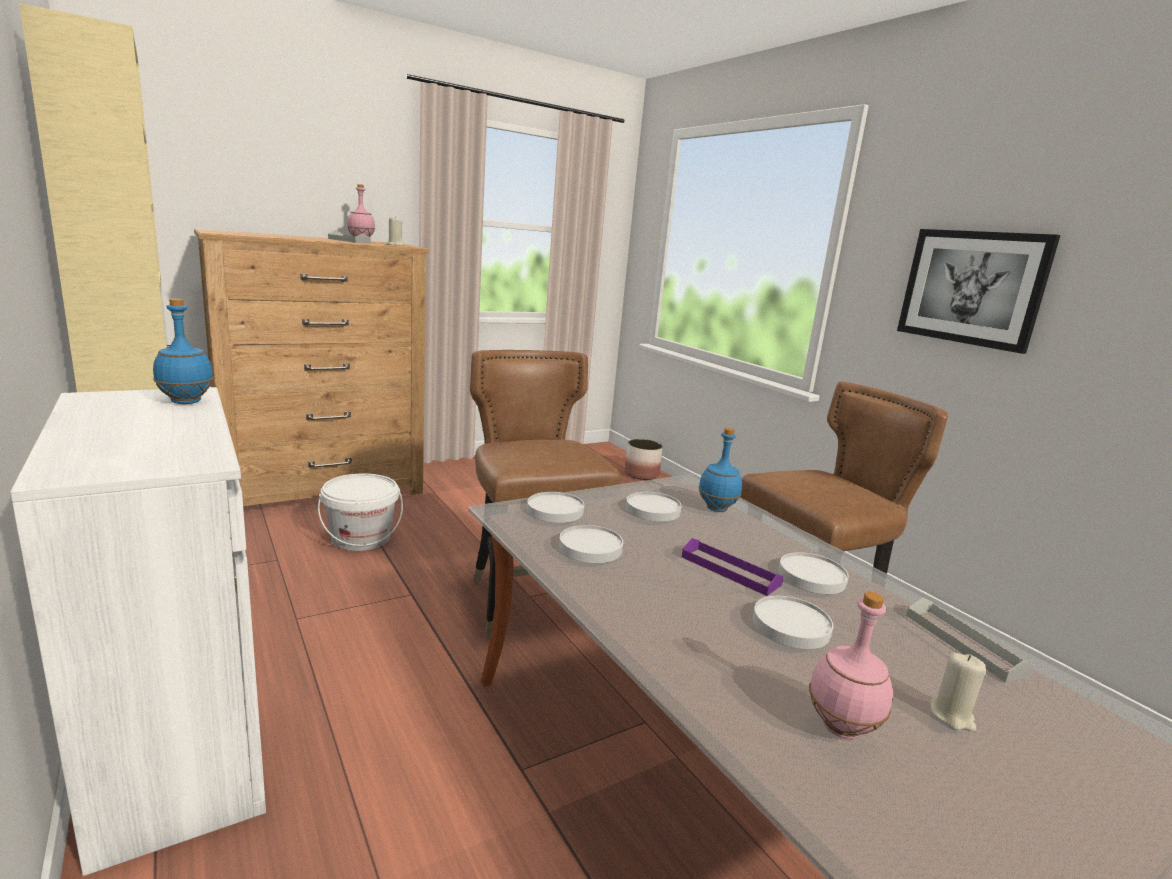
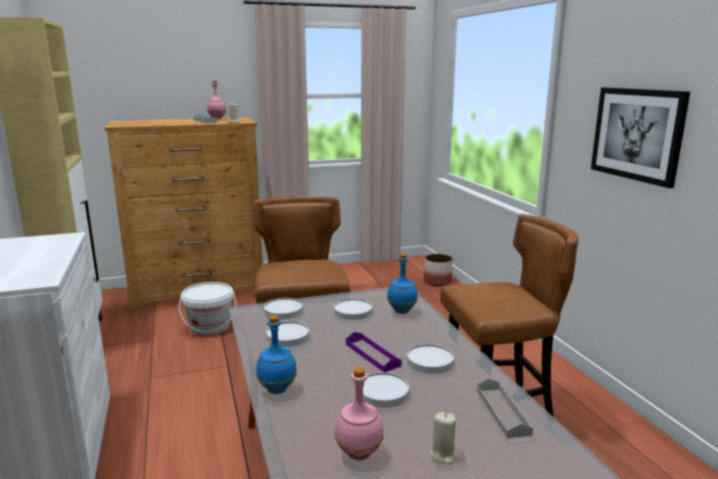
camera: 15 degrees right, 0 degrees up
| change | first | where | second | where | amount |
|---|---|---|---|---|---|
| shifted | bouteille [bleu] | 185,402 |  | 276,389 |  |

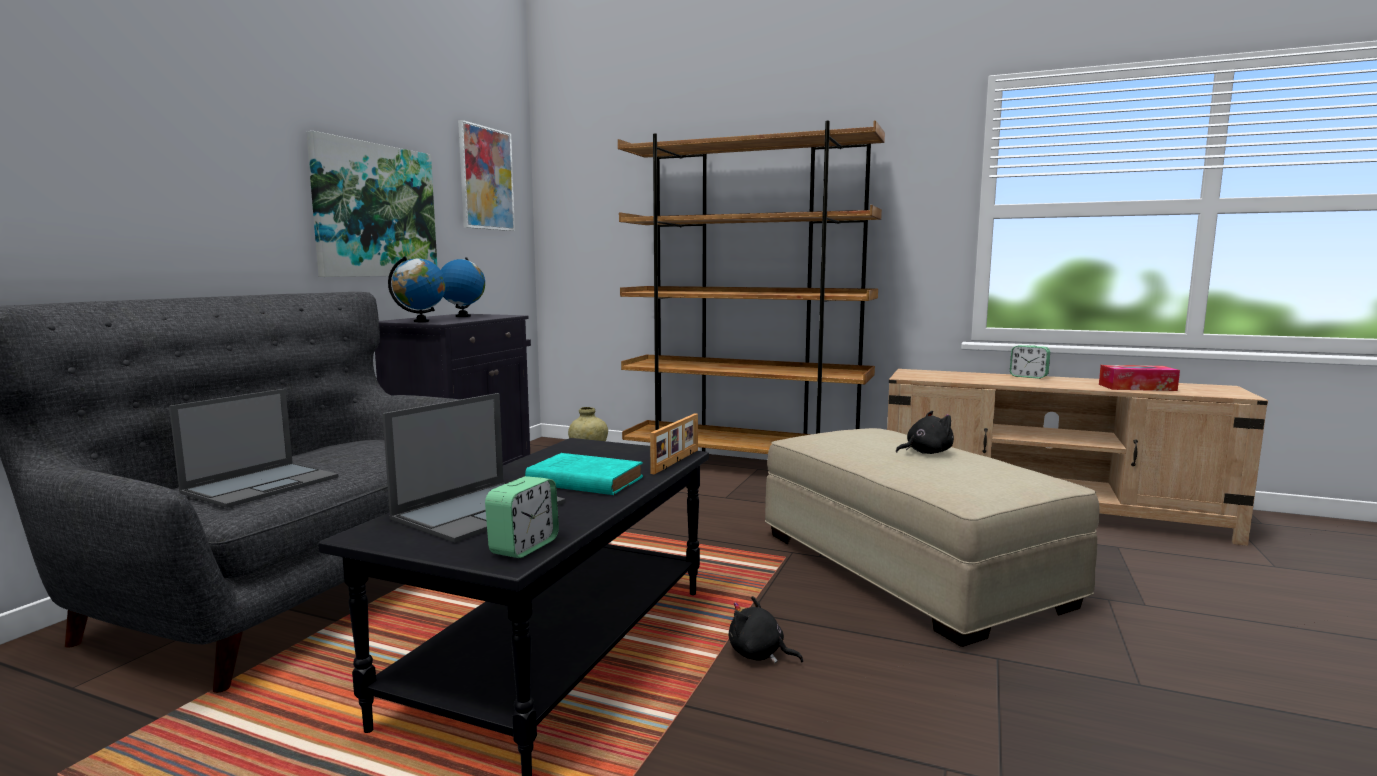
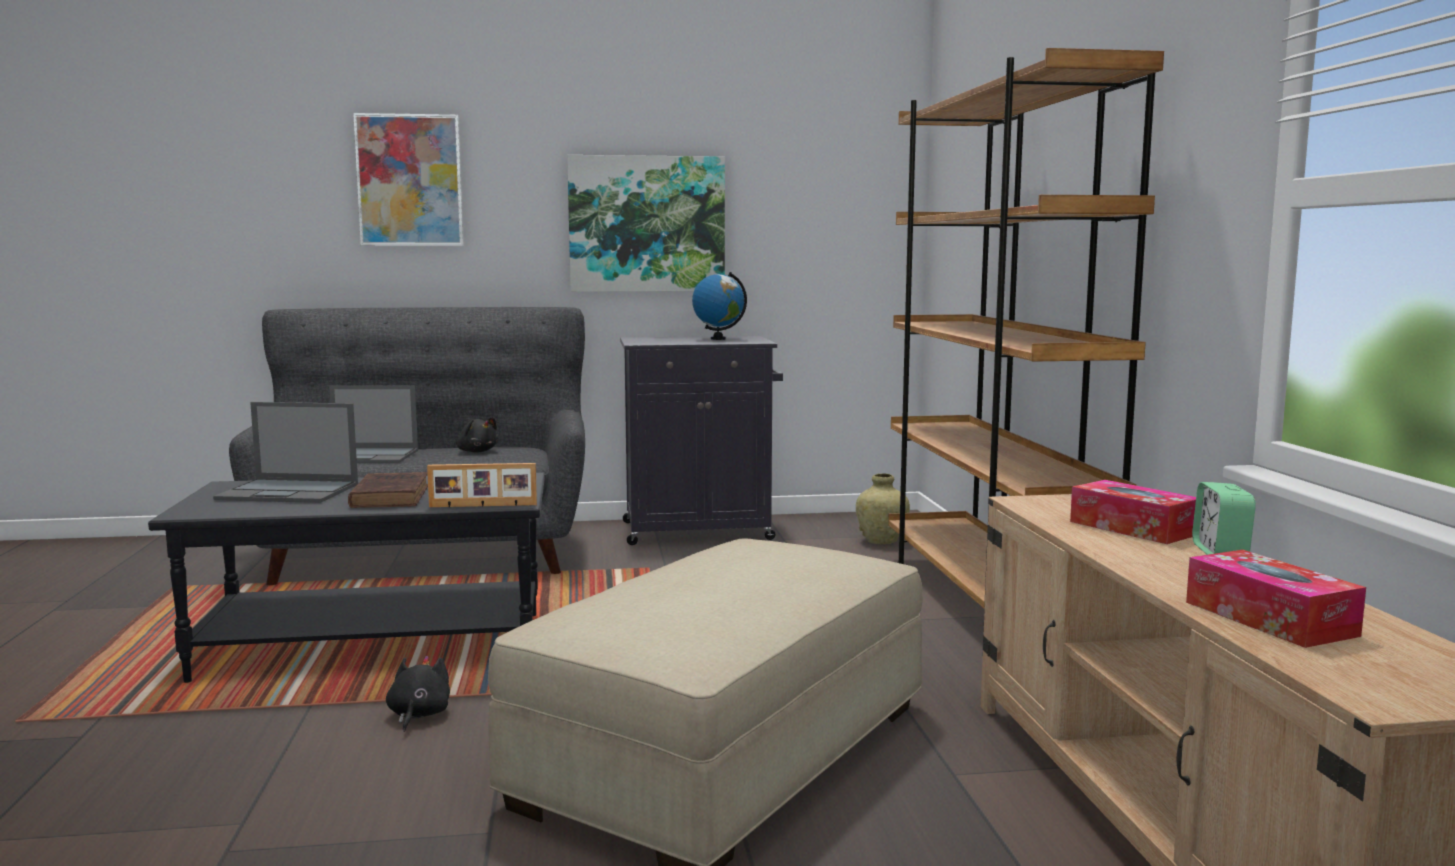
camera: 60 degrees right, 0 degrees up
| change | first | where | second | where | amount |
|---|---|---|---|---|---|
| repainted | livre [turquoise] | 582,480 | livre [marron] | 390,496 |  |
| shifted | tableau | 486,178 |  | 409,180 |  |
| shifted | peluche [noir] | 926,452 |  | 477,451 |  |
| new |  |  | boîte à mouchoirs | 1133,528 |  |
| gone | globe | 421,321 |  |  |  |
| gone | réveil | 524,547 |  |  |  |

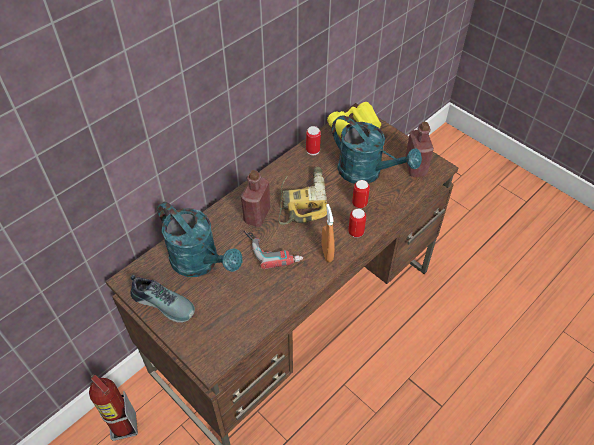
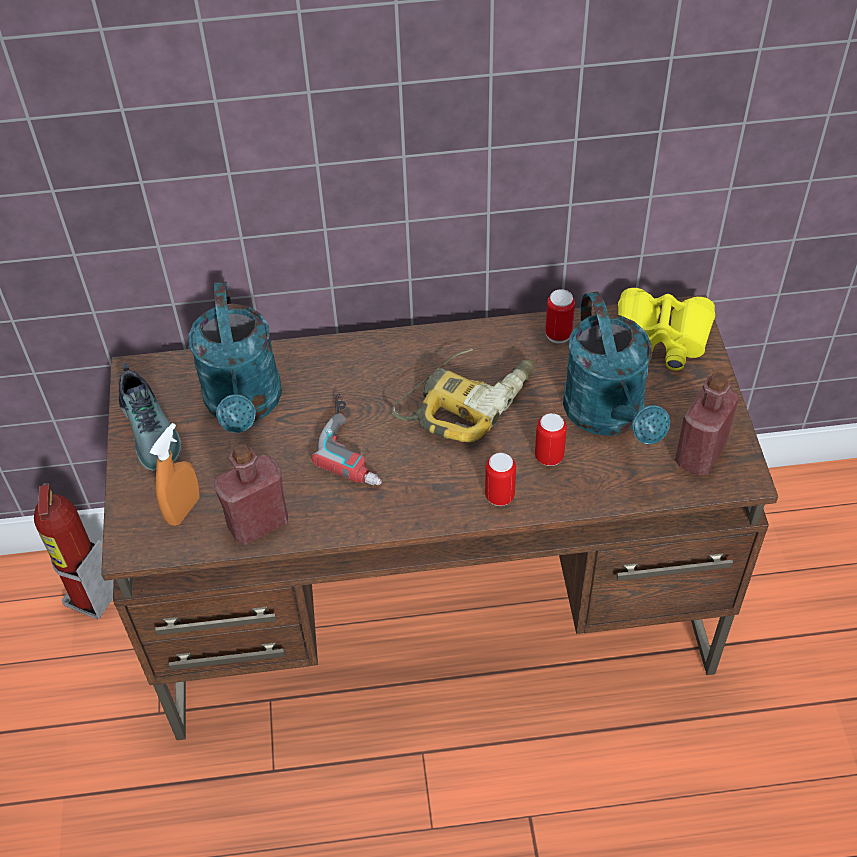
camera: 40 degrees right, 0 degrees up
| change | first | where | second | where | amount |
|---|---|---|---|---|---|
| shifted | vaporisateur [orange] | 327,253 |  | 183,509 |  |
| shifted | bouteille [rouge] | 257,215 |  | 258,523 |  |

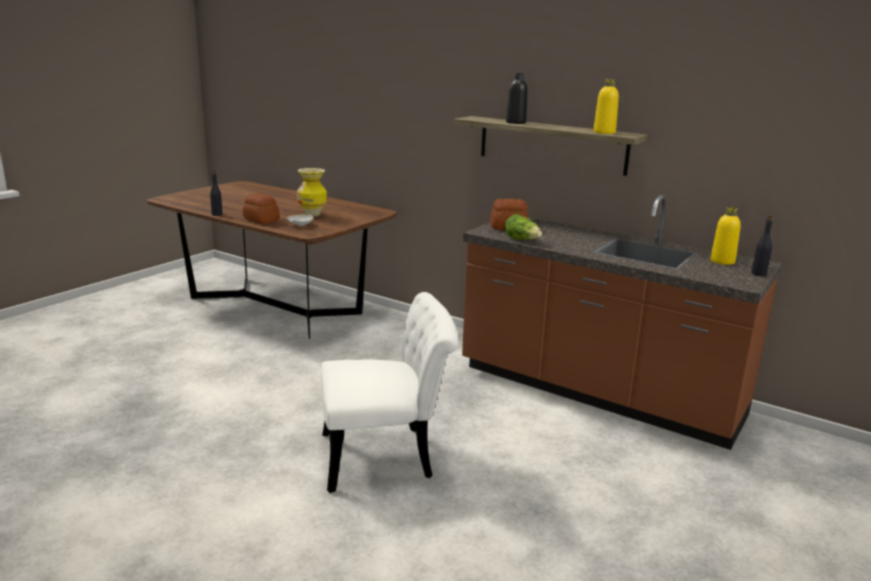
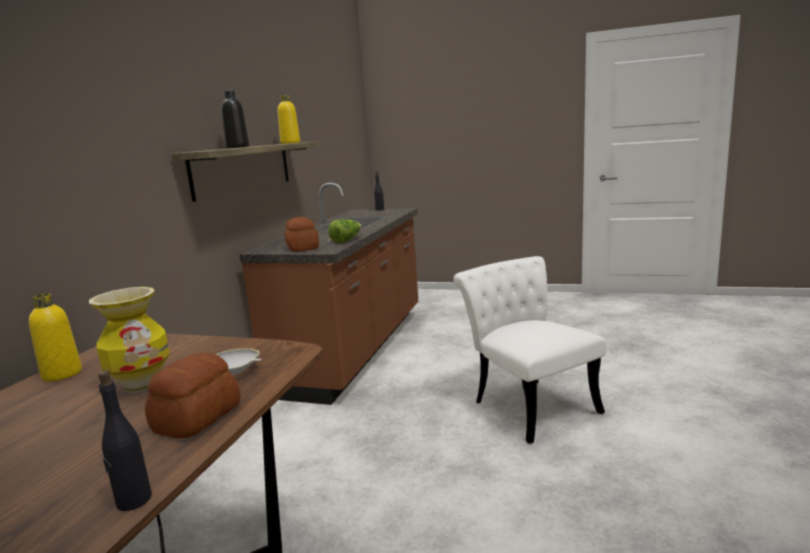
camera: 105 degrees left, 5 degrees down
| change | first | where | second | where | amount |
|---|---|---|---|---|---|
| shifted | bouteille [jaune] | 722,261 |  | 62,374 |  |

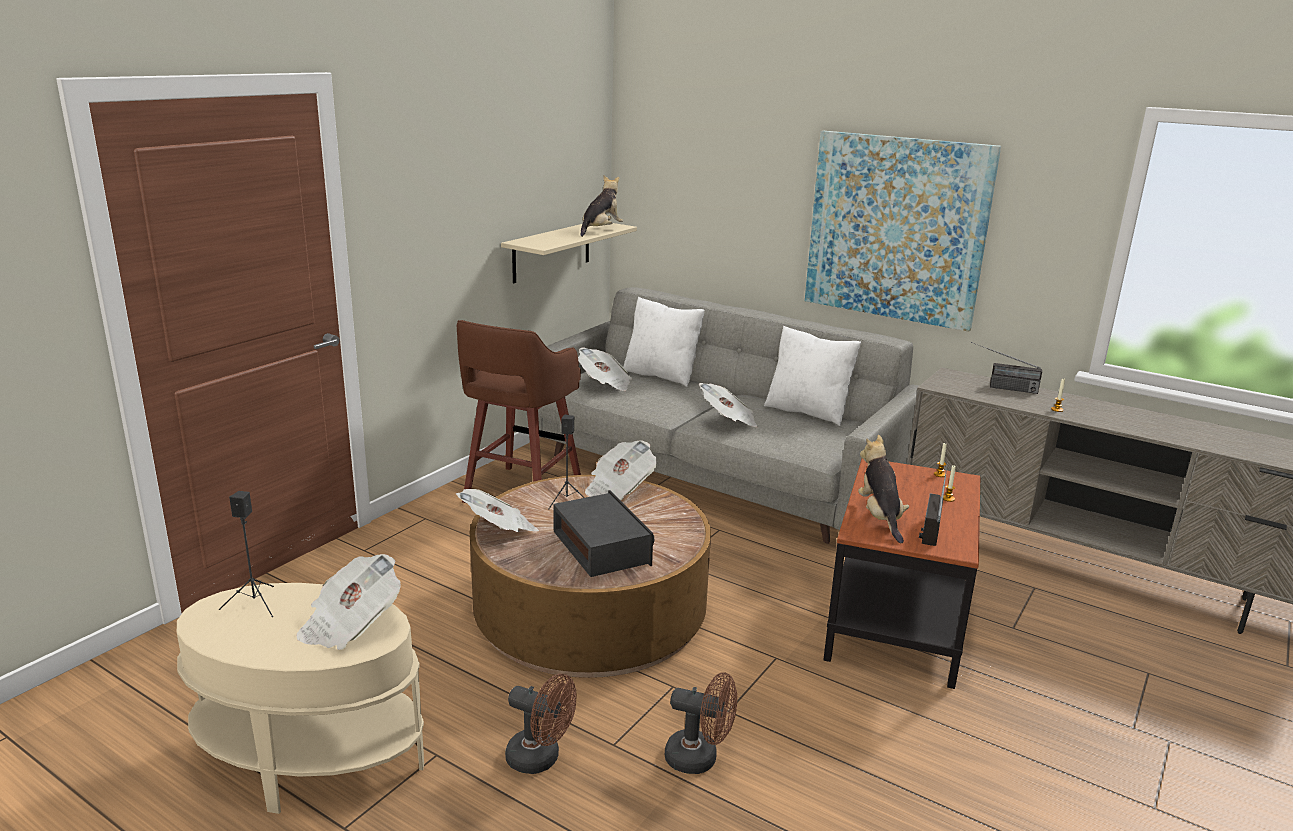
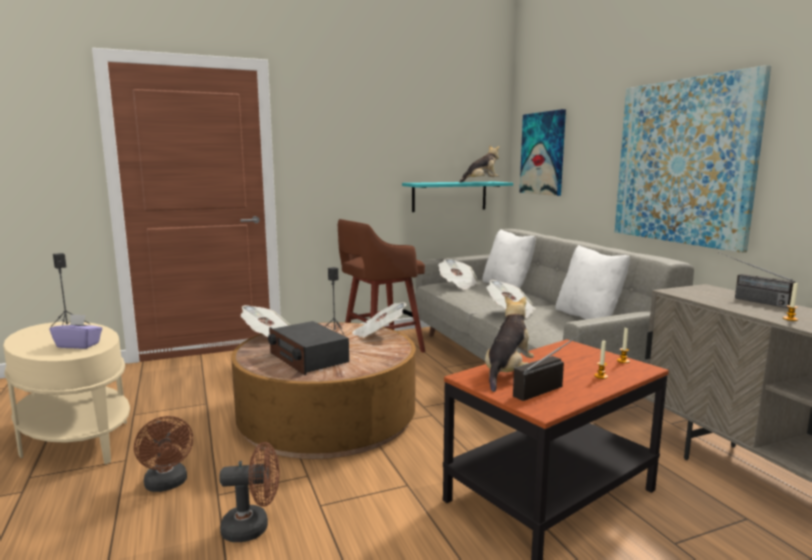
camera: 35 degrees right, 10 degrees down
| change | first | where | second | where | amount |
|---|---|---|---|---|---|
| swapped | journal | 350,625 | boîte à mouchoirs [violet] | 78,345 |  |
| rotated | ventilateur [marron] | 700,758 |  | 253,527 | 60 degrees counterclockwise |
| rotated | radio | 602,548 |  | 308,358 | 135 degrees clockwise |
| repainted | étagère [beige] | 551,251 | étagère [turquoise] | 449,196 |  |
| new |  |  | tableau | 543,153 |  |

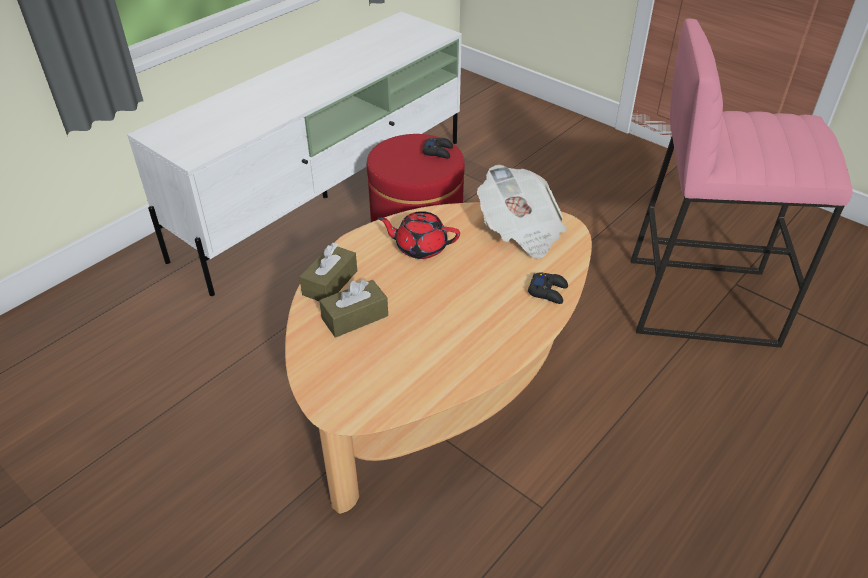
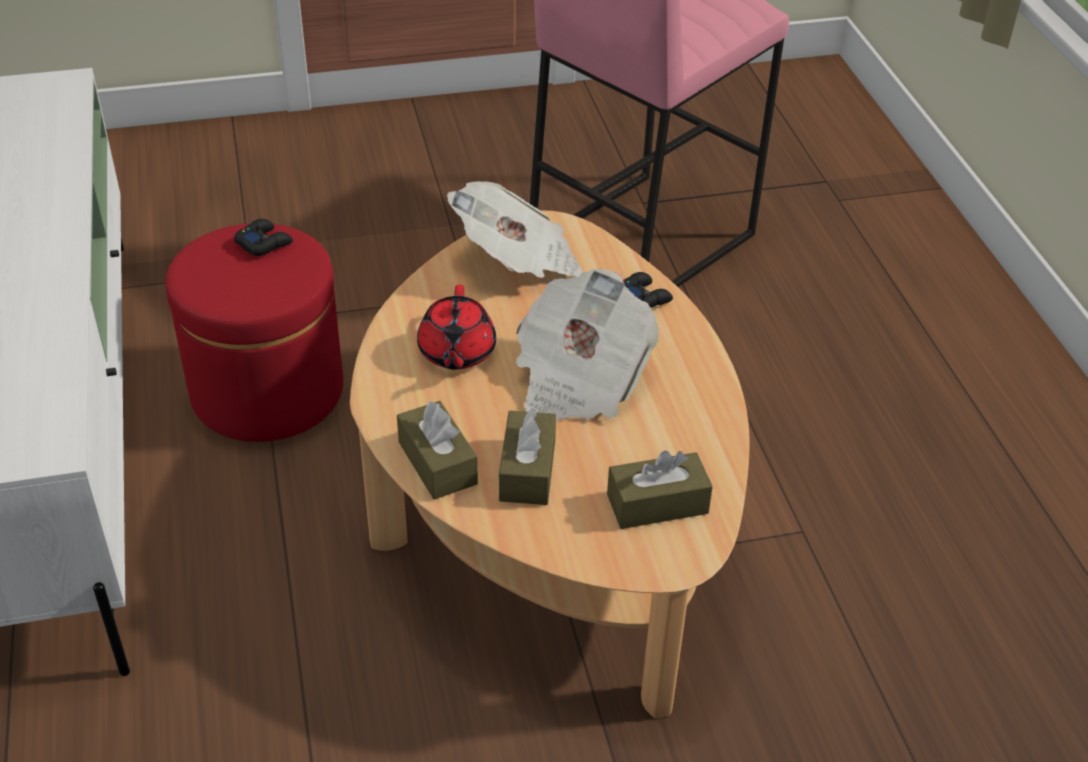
camera: 55 degrees left, 0 degrees up
| change | first | where | second | where | amount |
|---|---|---|---|---|---|
| rotated | théière [rouge] | 420,247 |  | 456,353 | 45 degrees counterclockwise |
| new |  |  | journal | 579,379 |  |
| new |  |  | boîte à mouchoirs [marron] | 657,504 |  |

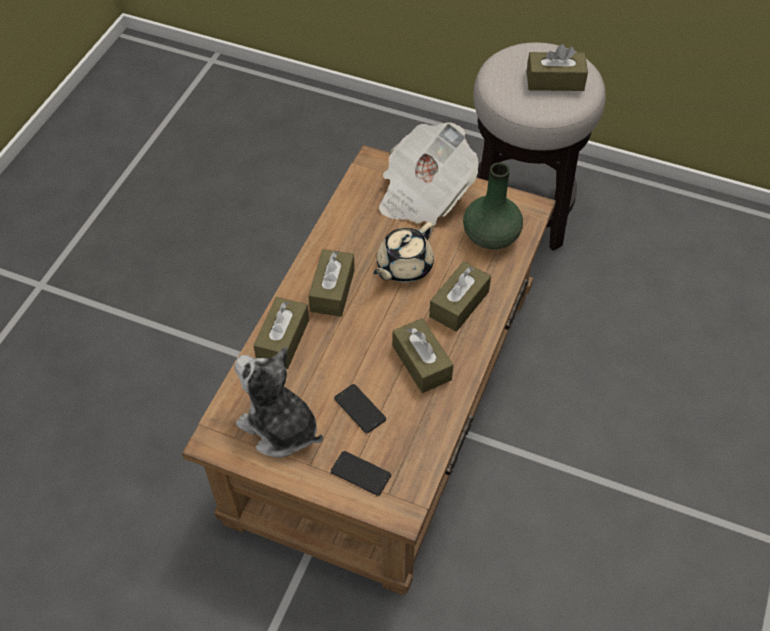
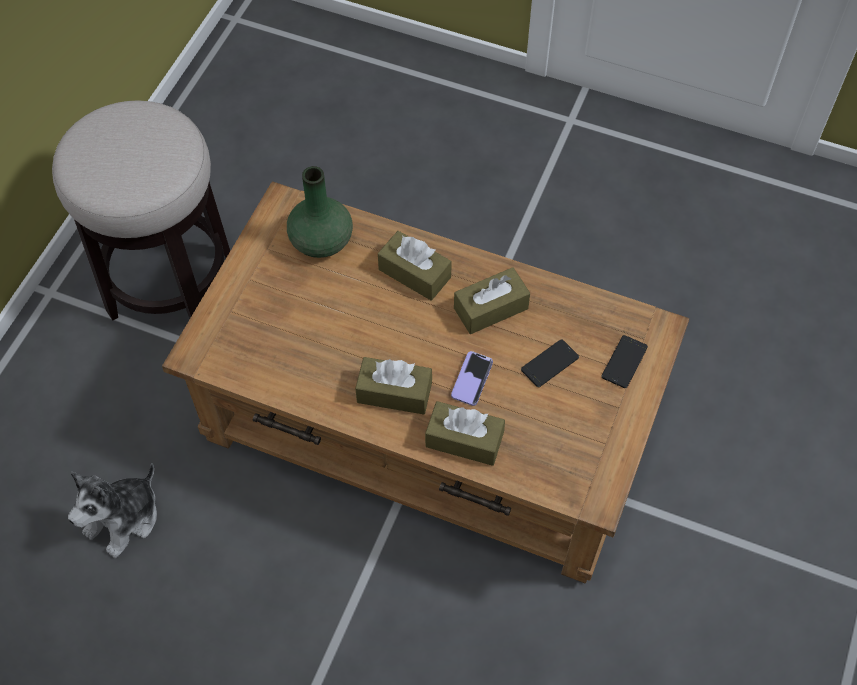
camera: 90 degrees left, 5 degrees up
| change | first | where | second | where | amount |
|---|---|---|---|---|---|
| shifted | peluche | 279,428 |  | 124,519 |  |
| new |  |  | téléphone | 472,379 |  |
| gone | théière [beige] | 403,267 |  |  |  |
| gone | journal | 424,193 |  |  |  |
| gone | boîte à mouchoirs [marron] | 555,81 |  |  |  |

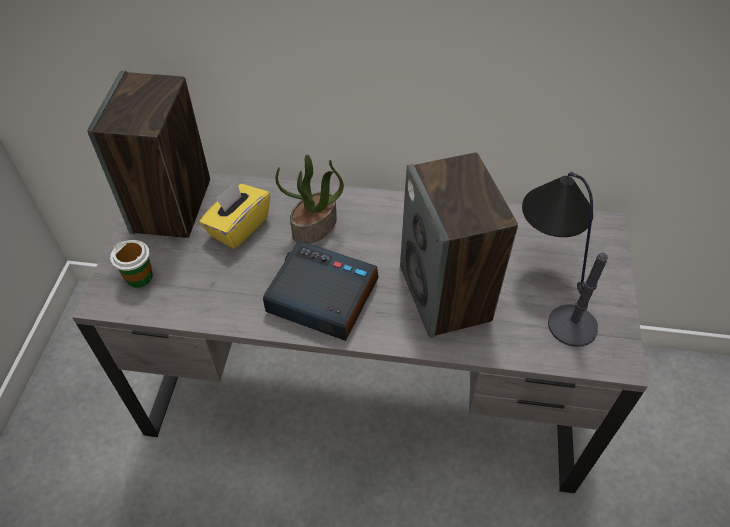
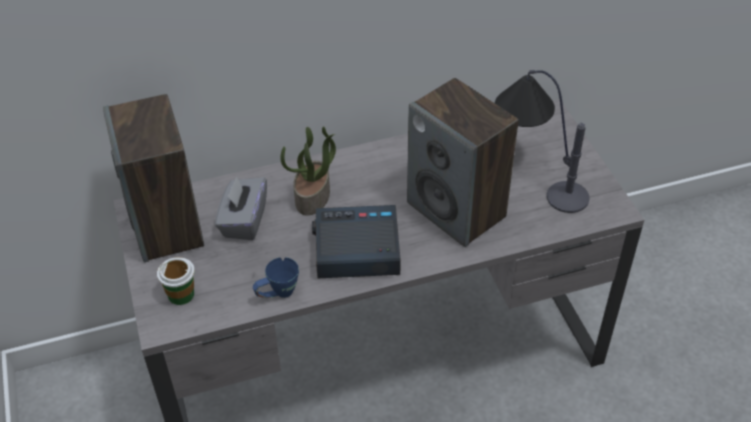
camera: 25 degrees left, 5 degrees down
| change | first | where | second | where | amount |
|---|---|---|---|---|---|
| repainted | boîte à mouchoirs [jaune] | 238,227 | boîte à mouchoirs [gris] | 244,221 |  |
| new |  |  | mug [bleu] | 277,295 |  |

